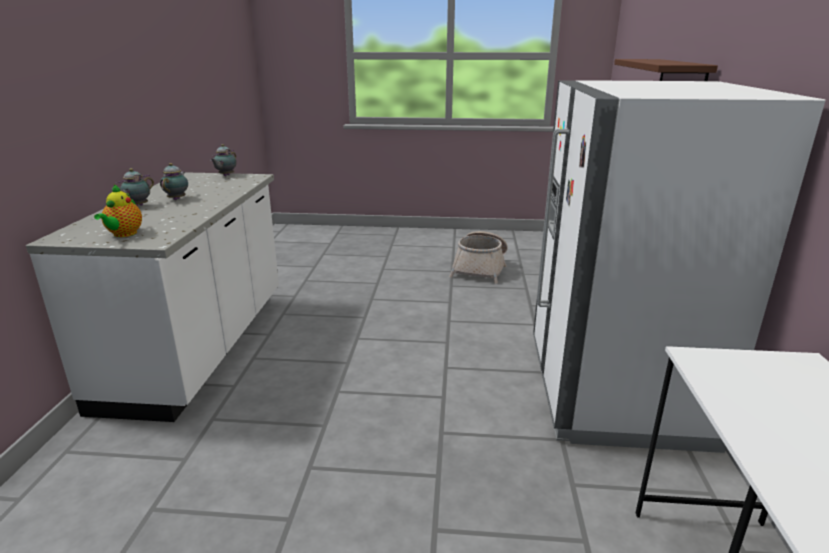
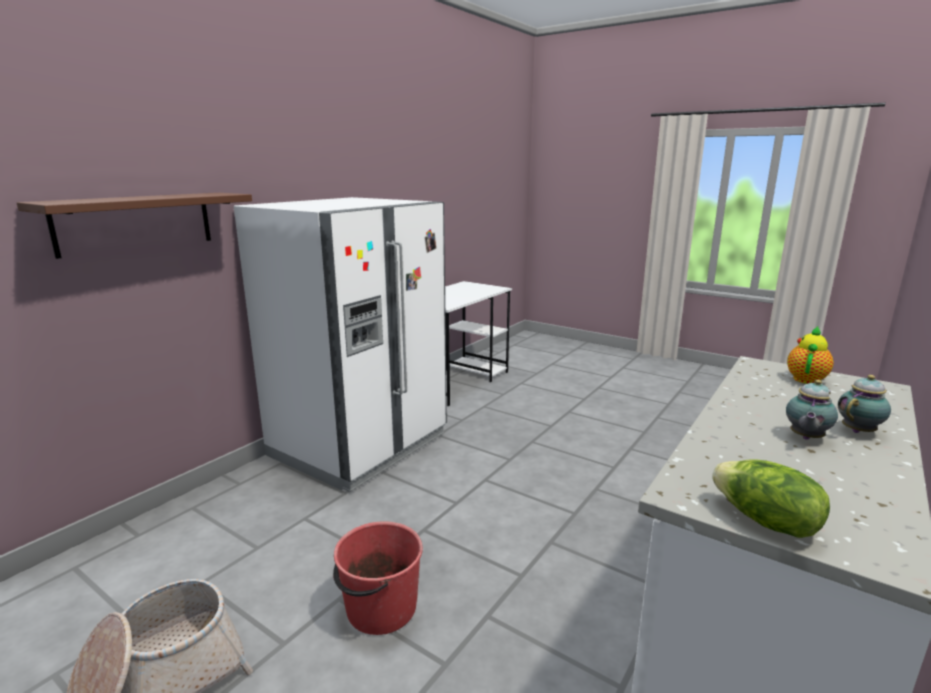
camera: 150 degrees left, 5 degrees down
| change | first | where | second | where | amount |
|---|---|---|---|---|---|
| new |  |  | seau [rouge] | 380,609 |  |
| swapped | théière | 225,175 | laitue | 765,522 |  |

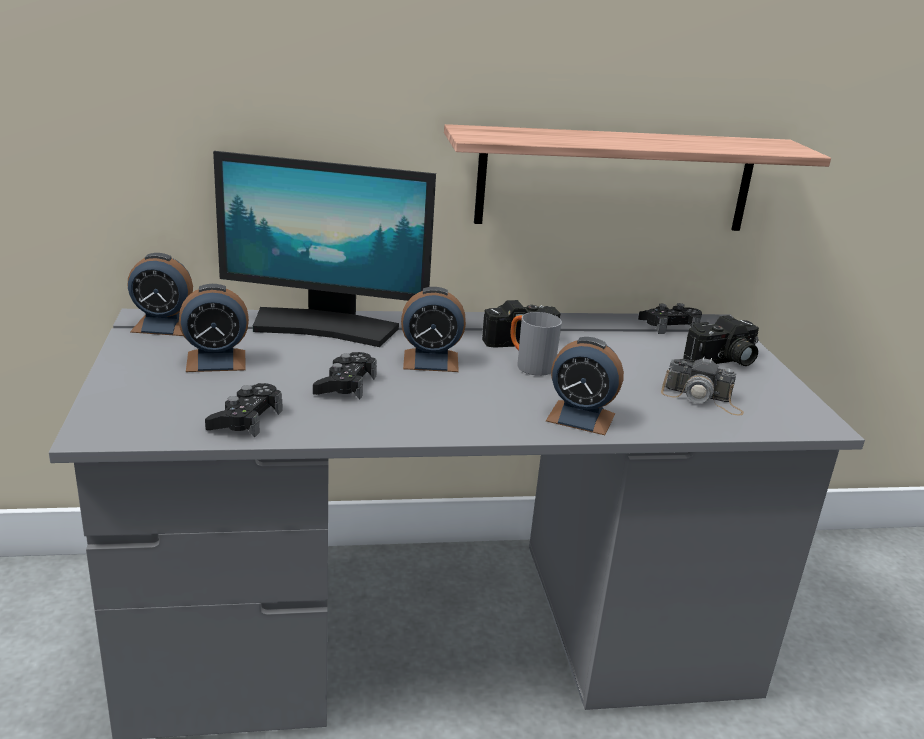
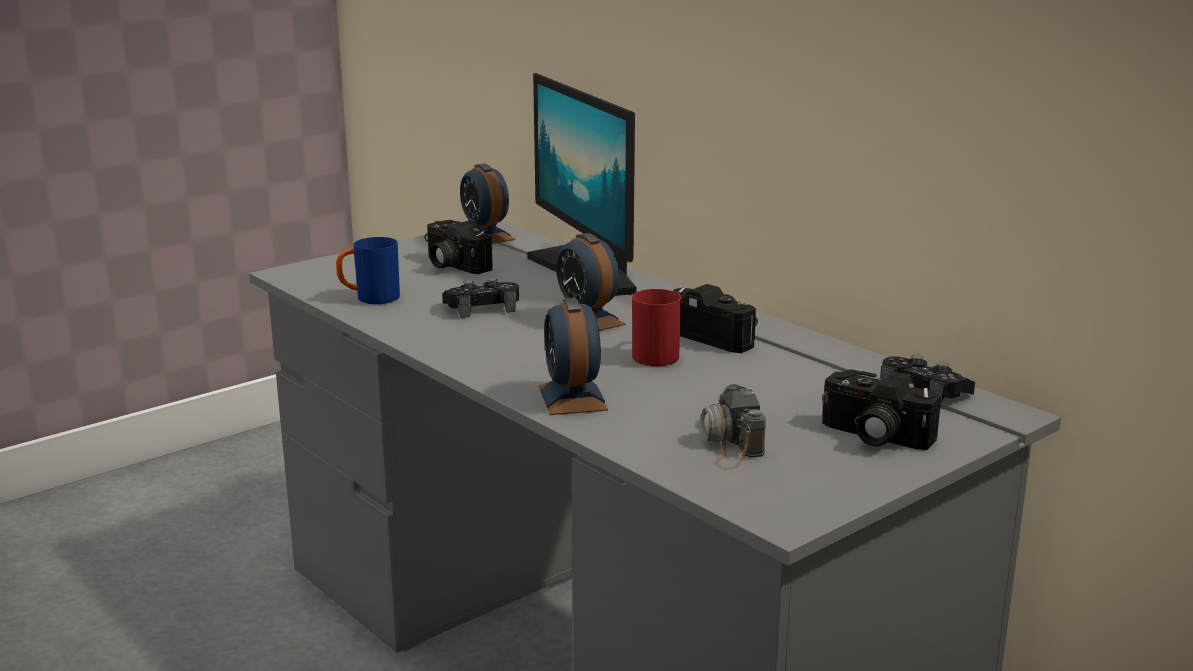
camera: 60 degrees right, 5 degrees down
| change | first | where | second | where | amount |
|---|---|---|---|---|---|
| swapped | manette [noir] | 245,419 | mug [bleu] | 369,299 |  |
| swapped | réveil | 216,361 | appareil photo | 452,265 |  |
| repainted | mug [gris] | 529,365 | mug [rouge] | 656,354 |  |
| gone | étagère | 616,180 |  |  |  |

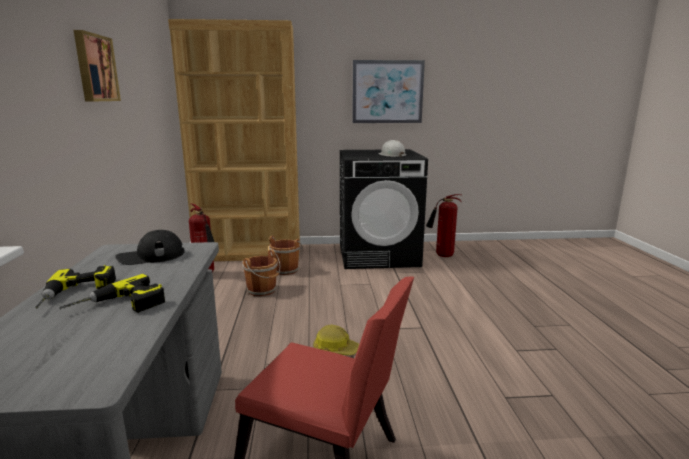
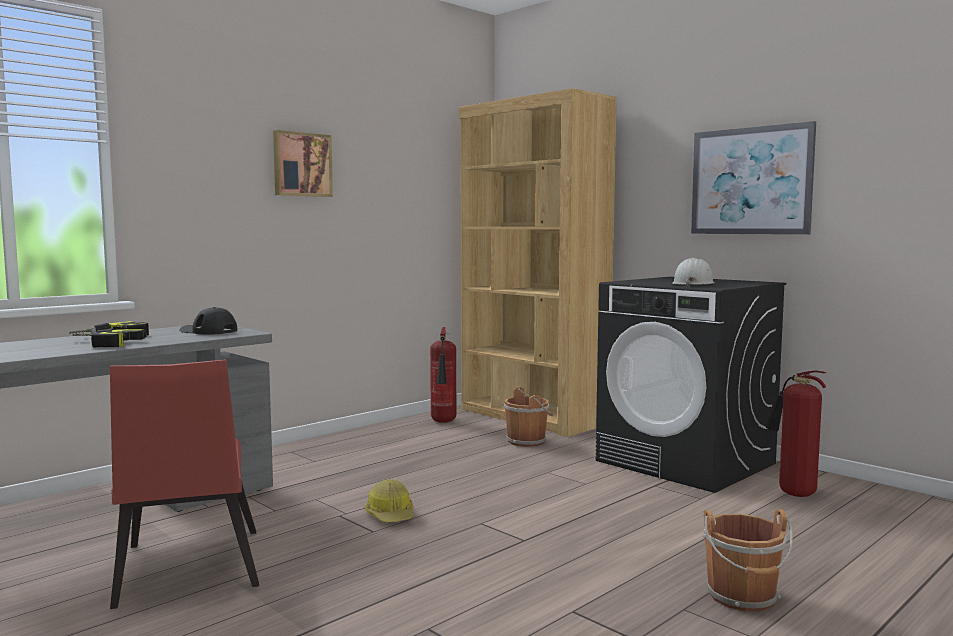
camera: 50 degrees right, 10 degrees down
| change | first | where | second | where | amount |
|---|---|---|---|---|---|
| shifted | seau [marron] | 262,290 |  | 743,597 |  |

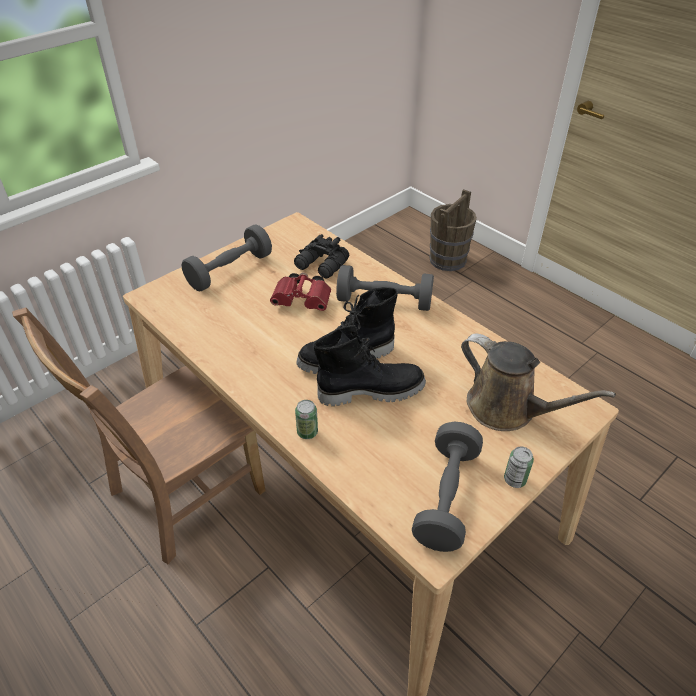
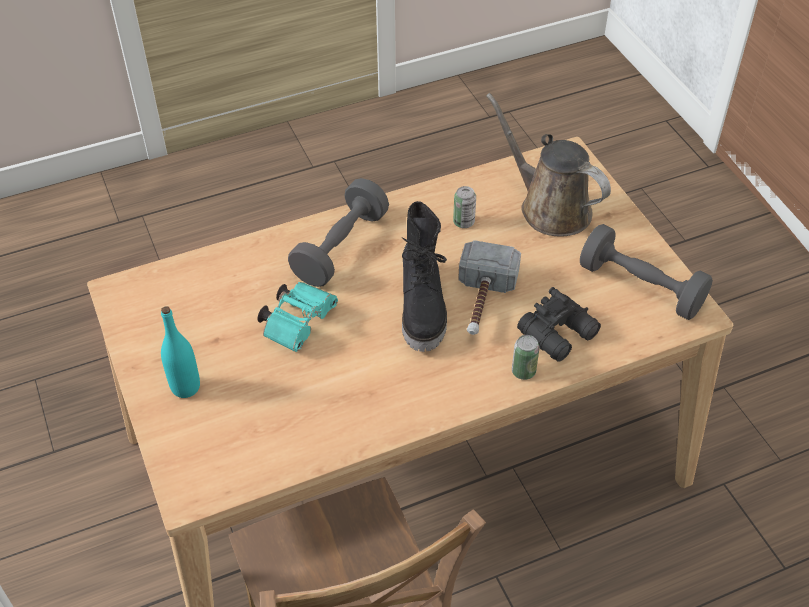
camera: 70 degrees left, 5 degrees up
| change | first | where | second | where | amount |
|---|---|---|---|---|---|
| swapped | haltère [gris] | 230,271 | bouteille [turquoise] | 185,387 |  |
| repainted | jumelles [rouge] | 304,301 | jumelles [turquoise] | 299,322 |  |
| shifted | boîte métallique | 514,479 |  | 463,222 |  |
| swapped | botte [noir] | 370,390 | marteau | 482,302 |  |
| rotated | arrosoir [marron] | 507,409 |  | 549,207 | 105 degrees counterclockwise |
| shifted | jumelles [noir] | 322,265 |  | 560,334 |  |
| gone | seau [marron] | 448,260 |  |  |  |

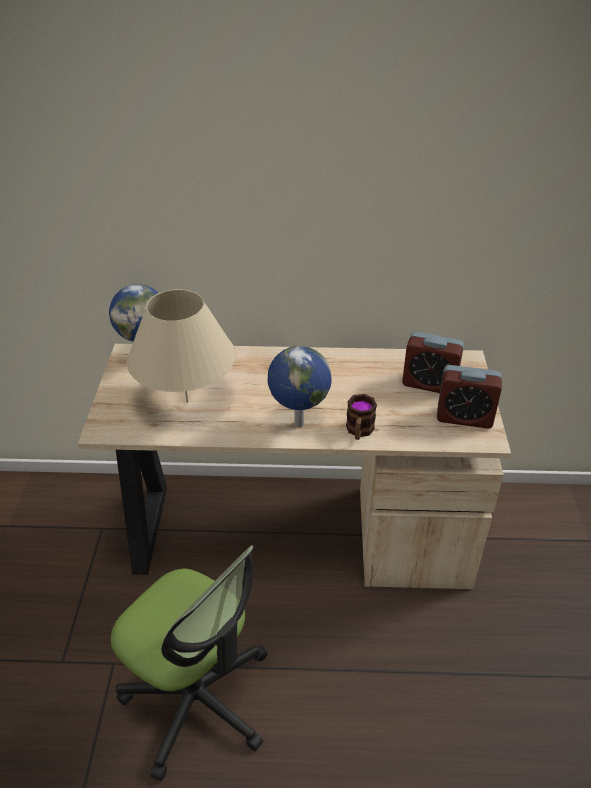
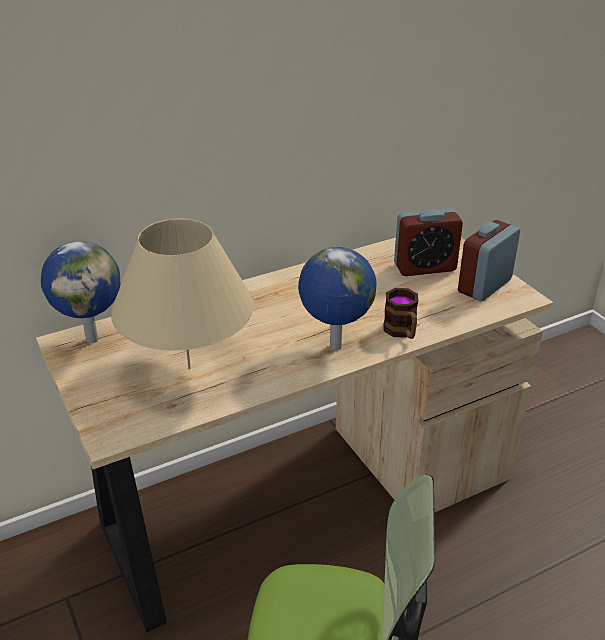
camera: 30 degrees left, 5 degrees down
| change | first | where | second | where | amount |
|---|---|---|---|---|---|
| rotated | réveil | 464,417 |  | 484,286 | 150 degrees clockwise |

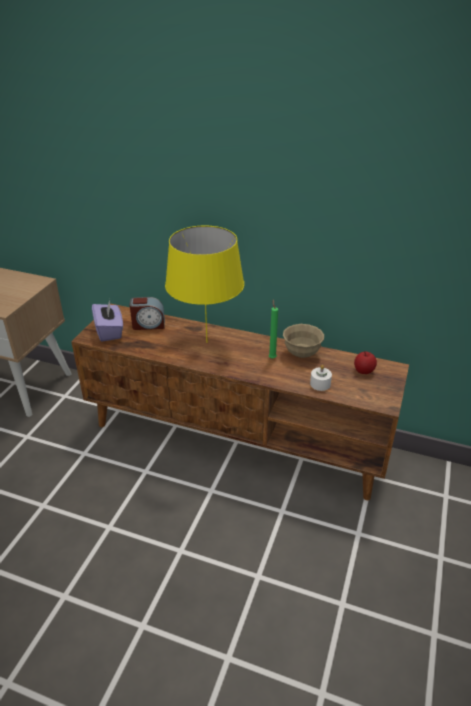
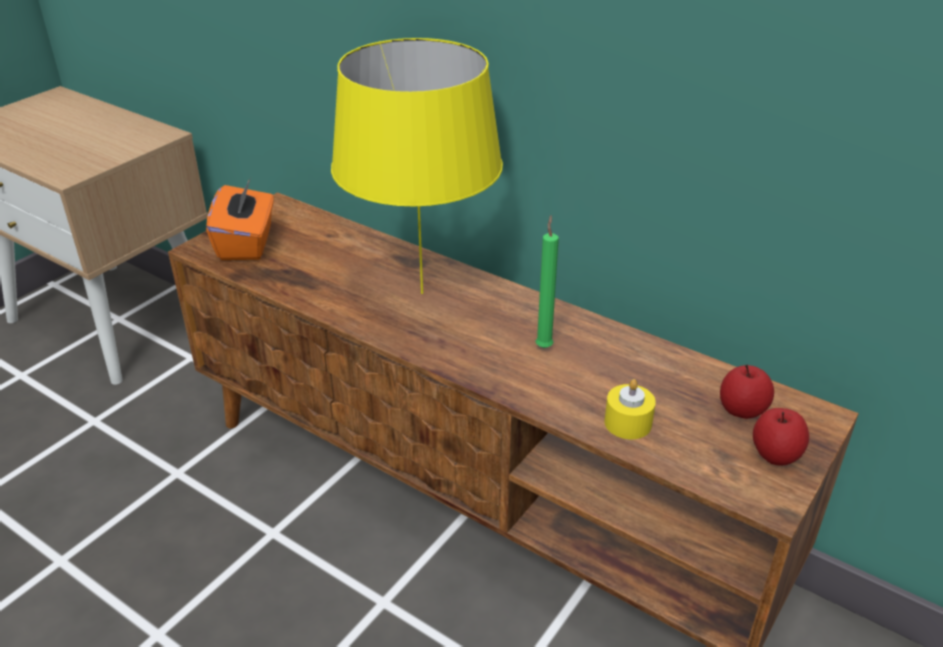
camera: 15 degrees right, 0 degrees up
| change | first | where | second | where | amount |
|---|---|---|---|---|---|
| repainted | boîte à mouchoirs [violet] | 109,331 | boîte à mouchoirs [orange] | 247,243 |  |
| repainted | bougie [blanc] | 320,384 | bougie [jaune] | 628,423 |  |
| new |  |  | pomme | 775,454 |  |
| gone | réveil | 148,325 |  |  |  |
| gone | bol [beige] | 302,353 |  |  |  |

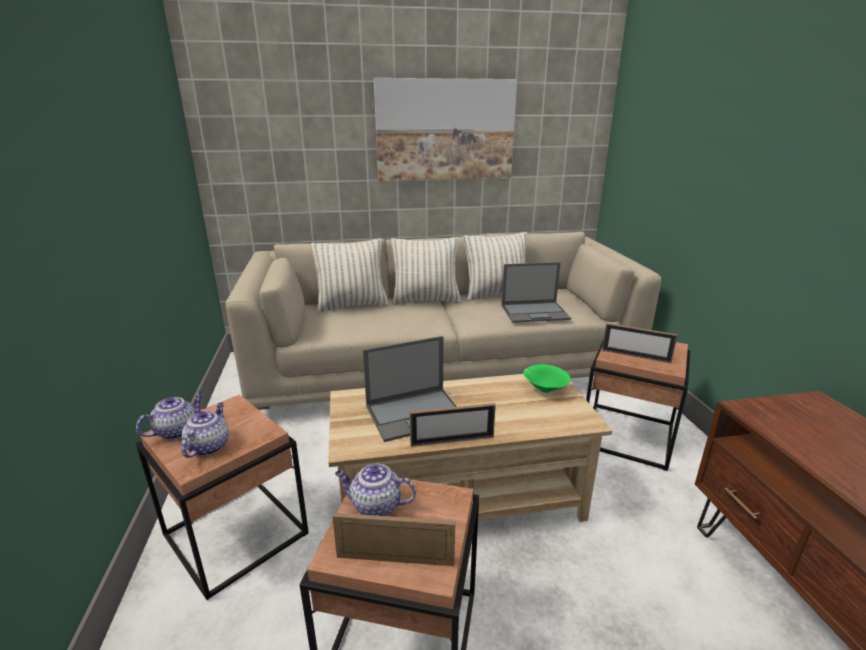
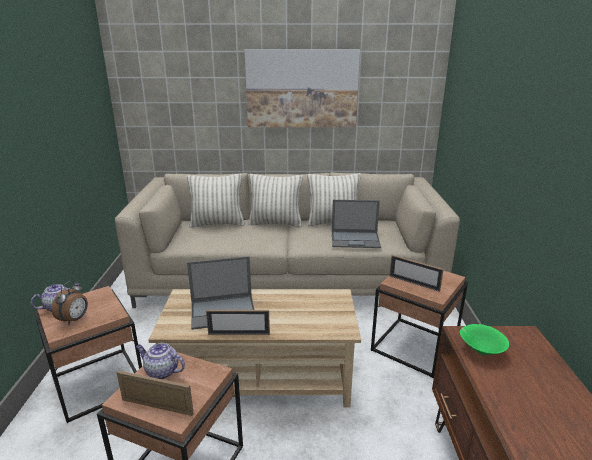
camera: 10 degrees right, 0 degrees up
| change | first | where | second | where | amount |
|---|---|---|---|---|---|
| swapped | théière | 208,446 | réveil | 75,319 |  |
| shifted | bol [vert] | 544,389 |  | 480,351 |  |

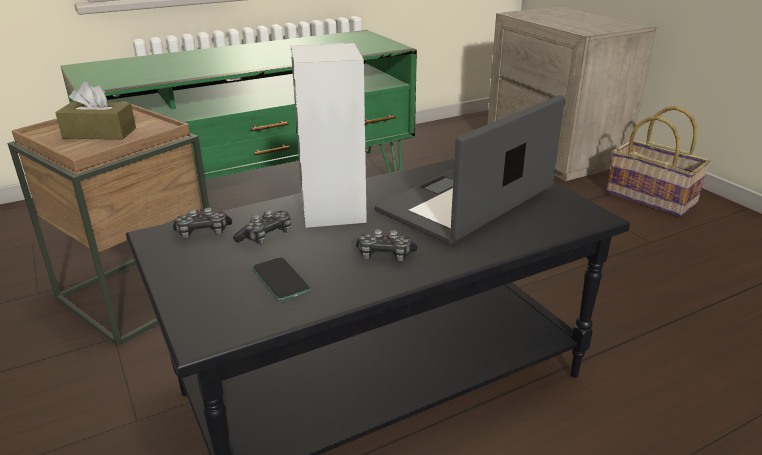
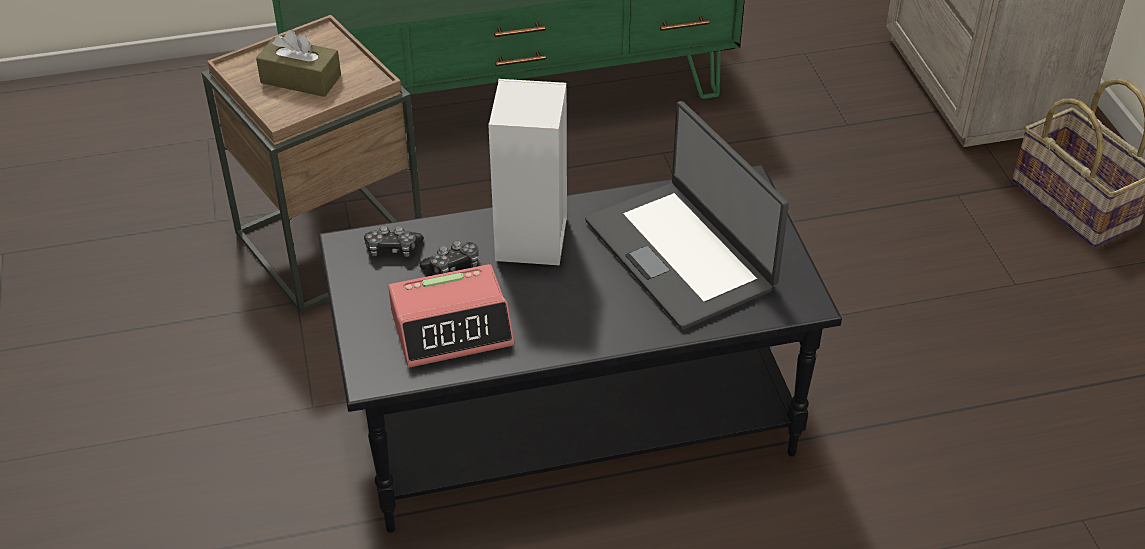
camera: 15 degrees right, 15 degrees up
| change | first | where | second | where | amount |
|---|---|---|---|---|---|
| swapped | téléphone | 281,280 | réveil | 452,327 |  |
| rotated | ordinateur portable | 468,202 |  | 681,254 | 90 degrees counterclockwise |
| gone | manette | 385,255 |  |  |  |

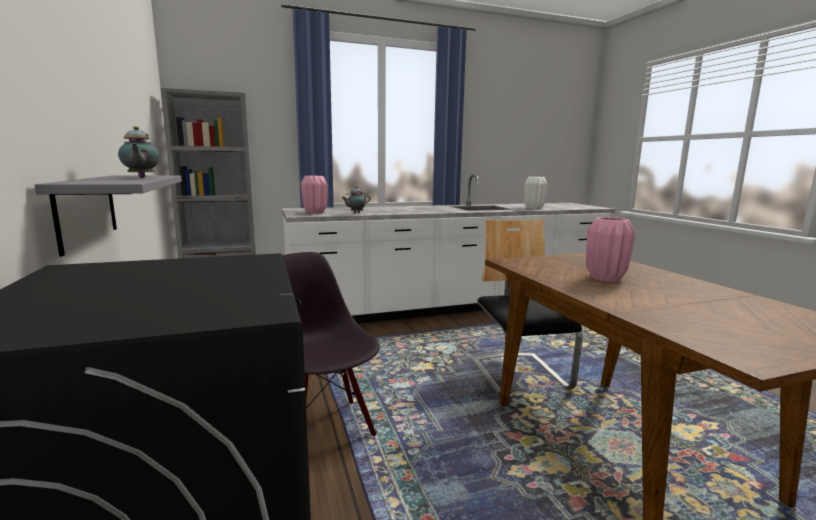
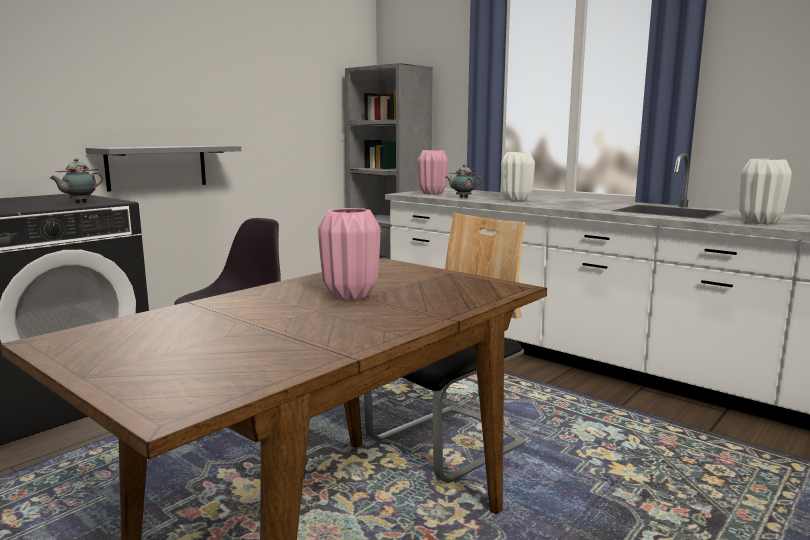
camera: 60 degrees right, 0 degrees up
| change | first | where | second | where | amount |
|---|---|---|---|---|---|
| shifted | théière | 141,178 |  | 79,203 |  |
| new |  |  | vase [blanc] | 516,199 |  |

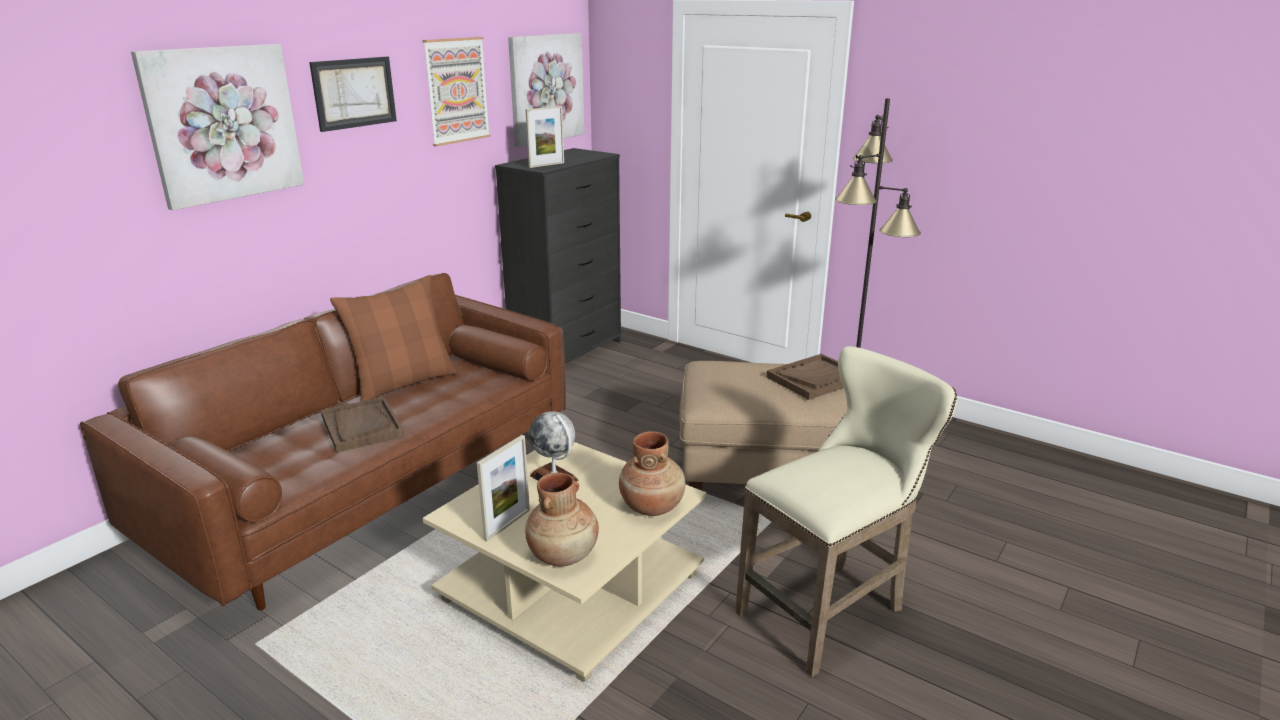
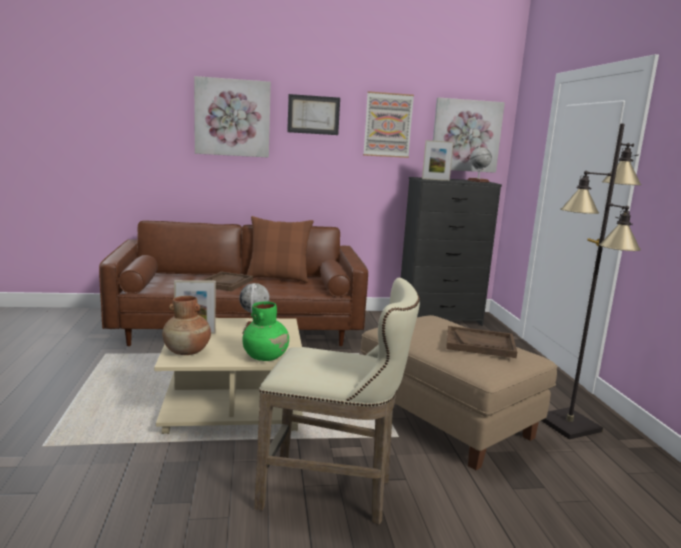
camera: 45 degrees right, 10 degrees down
| change | first | where | second | where | amount |
|---|---|---|---|---|---|
| repainted | vase [marron] | 652,506 | vase [vert] | 266,357 |  |
| new |  |  | globe | 477,181 |  |

